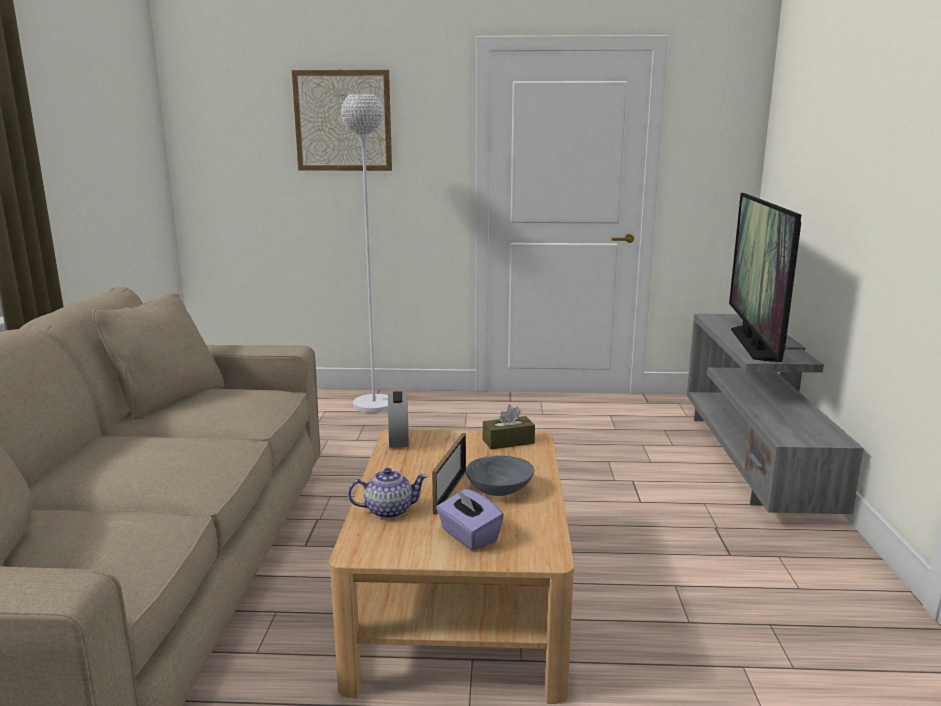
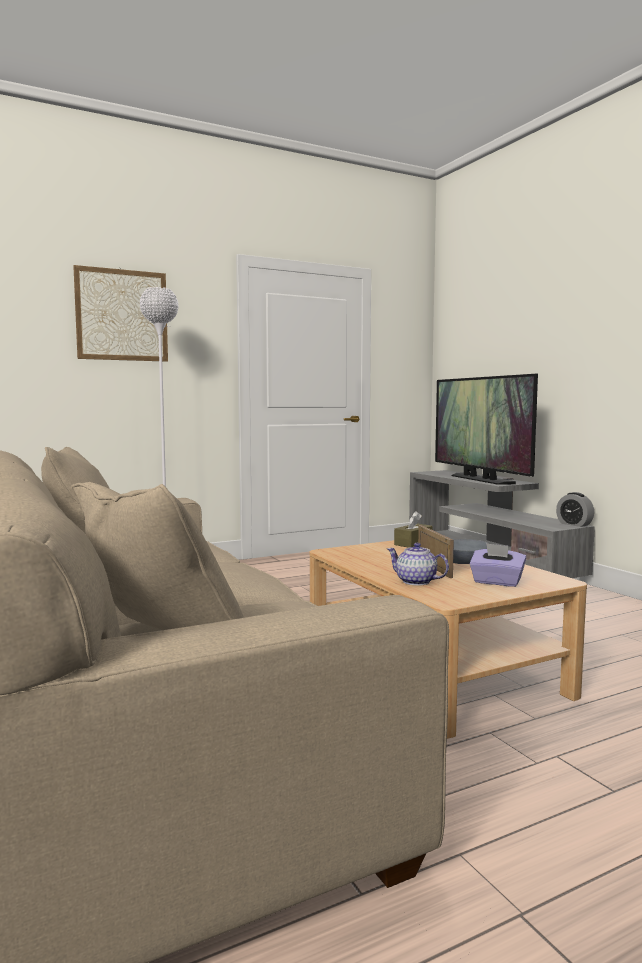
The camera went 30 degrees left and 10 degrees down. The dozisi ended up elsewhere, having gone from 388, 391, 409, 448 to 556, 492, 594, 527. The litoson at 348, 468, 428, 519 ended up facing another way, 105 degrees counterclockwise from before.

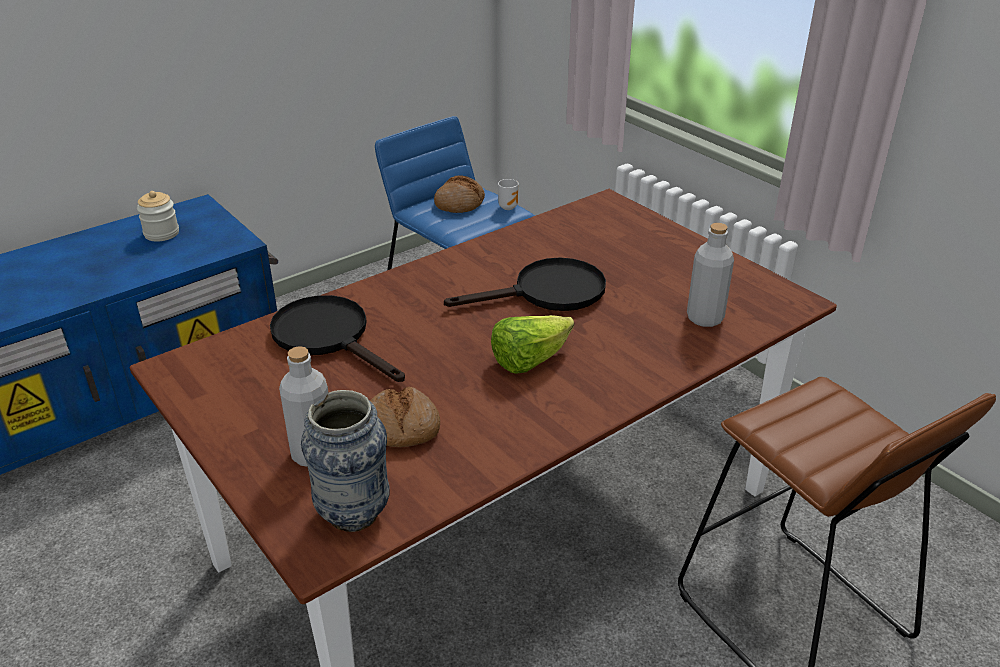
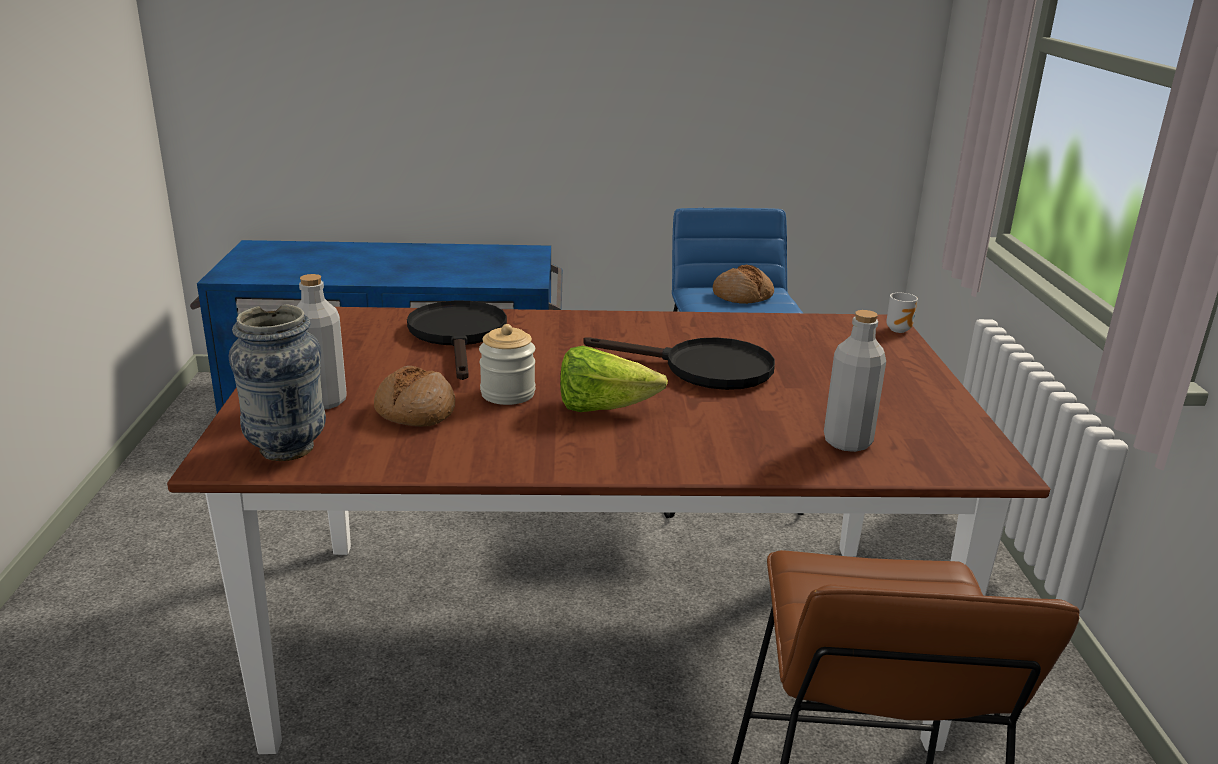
The camera went 35 degrees right and 10 degrees down. The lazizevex ended up elsewhere, having gone from 137, 191, 179, 242 to 479, 324, 535, 405. The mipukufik ended up elsewhere, having gone from 498, 179, 519, 210 to 886, 293, 918, 333.

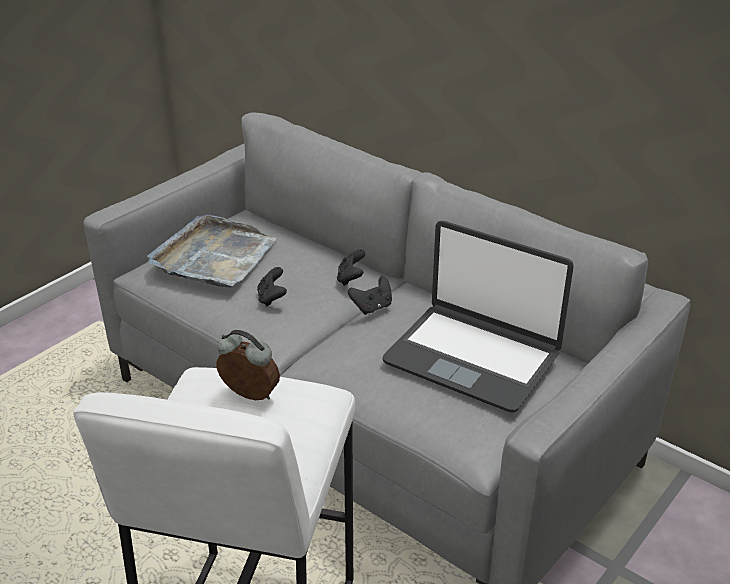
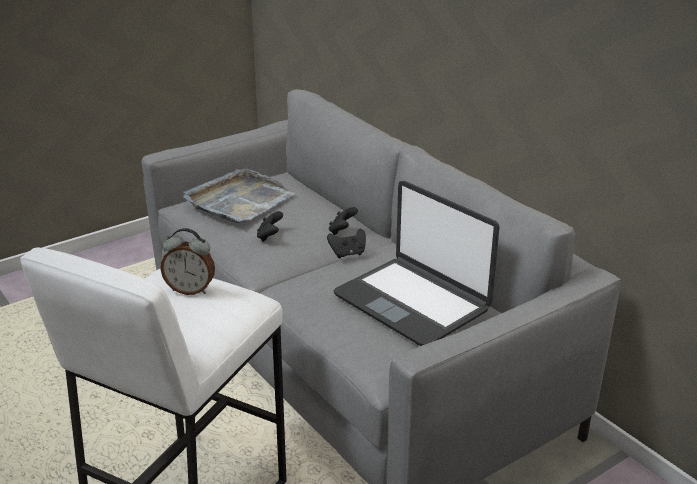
The camera went 15 degrees right and 5 degrees down. The dozisi at 216, 330, 280, 400 ended up facing another way, 150 degrees clockwise from before.

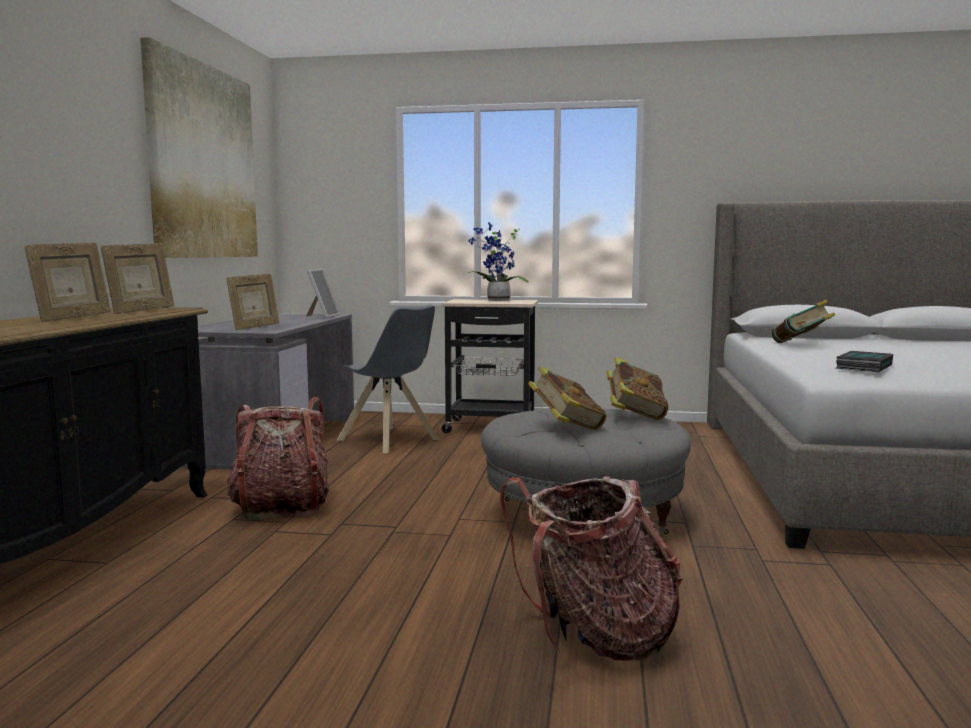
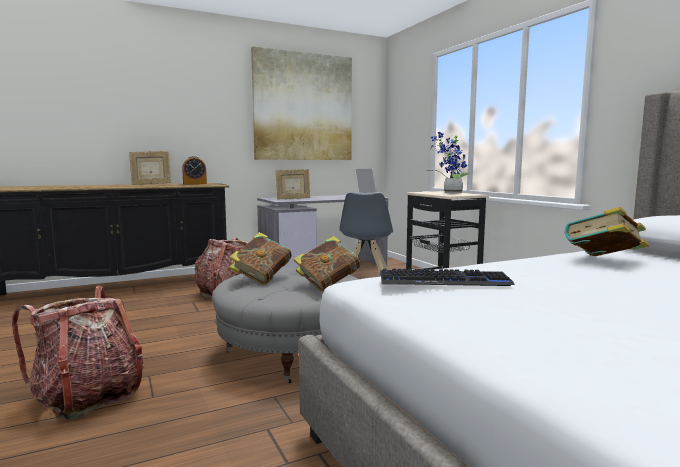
The camera went 55 degrees right and 0 degrees up. Where the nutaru stood at 101, 243, 174, 314, the dozisi came to stand at 182, 156, 207, 185. Where the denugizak stood at 836, 351, 893, 372, the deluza came to stand at 380, 268, 515, 286.

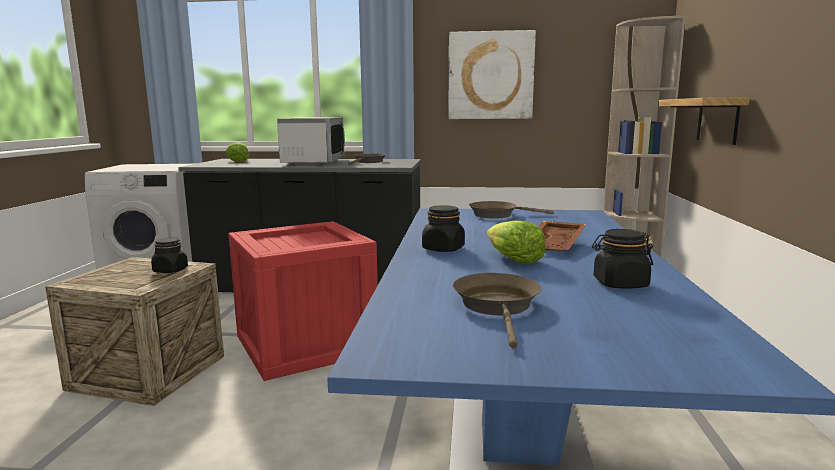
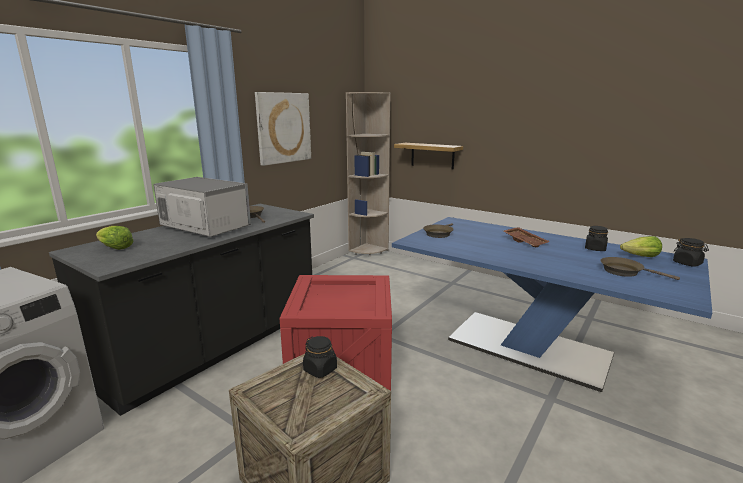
The camera went 60 degrees left and 5 degrees up. The black_lazizevex ended up elsewhere, having gone from 422, 205, 465, 252 to 673, 238, 709, 267. The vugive ended up elsewhere, having gone from 487, 220, 546, 264 to 620, 236, 662, 257.

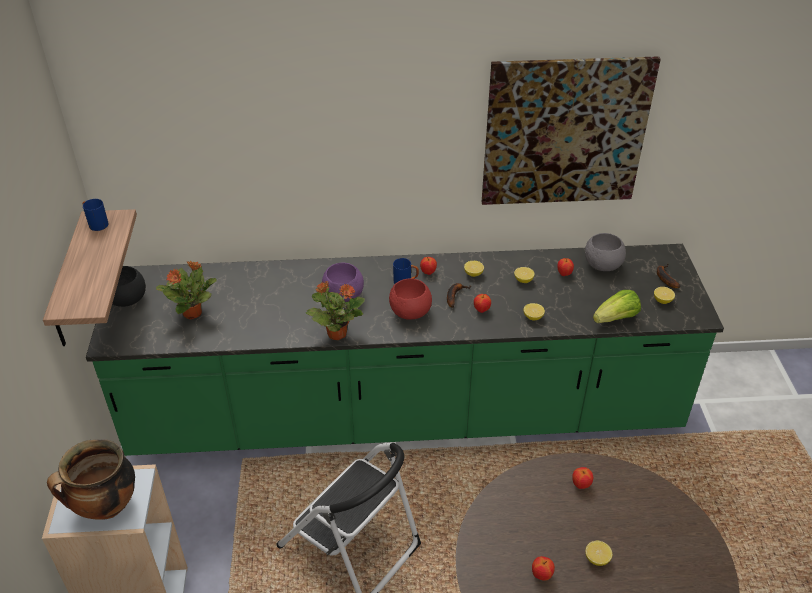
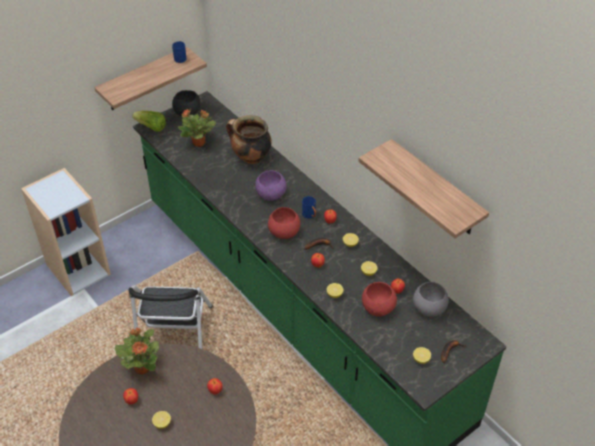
The camera went 55 degrees right and 5 degrees up. The second view gained the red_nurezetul at 362, 282, 397, 317. The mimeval ended up elsewhere, having gone from 47, 439, 135, 520 to 226, 115, 272, 164. The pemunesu ended up elsewhere, having gone from 306, 281, 365, 340 to 115, 328, 159, 375. The vugive ended up elsewhere, having gone from 593, 290, 641, 323 to 132, 111, 166, 132. Where the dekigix hung at 482, 56, 661, 205, the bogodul came to hang at 358, 139, 489, 239.

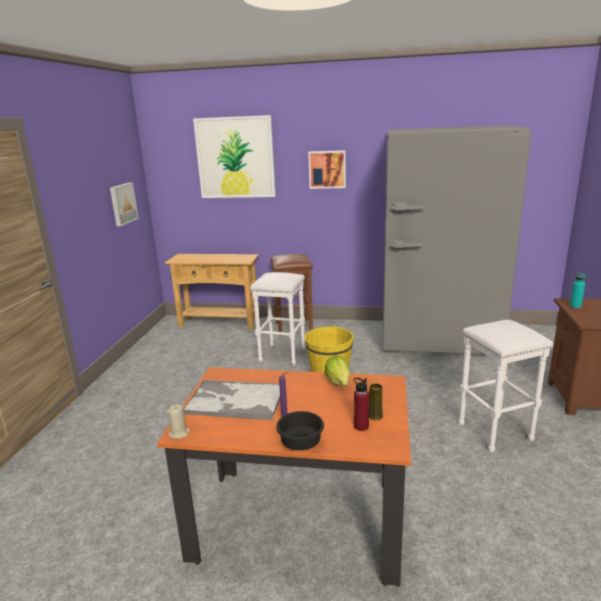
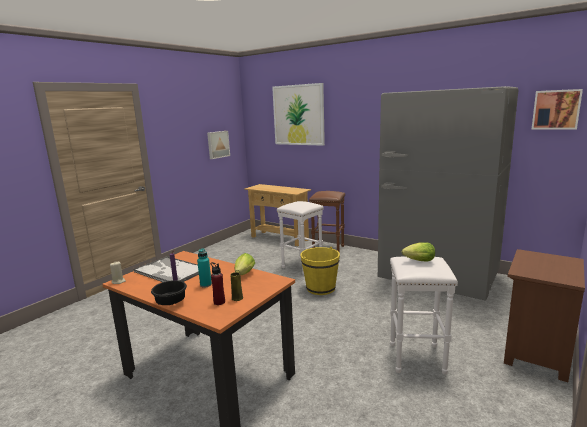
The camera went 25 degrees right and 5 degrees down. The second view gained the vugive at 402, 242, 435, 262. The dekigix ended up elsewhere, having gone from 308, 150, 346, 189 to 532, 89, 583, 130. The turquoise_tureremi ended up elsewhere, having gone from 570, 273, 586, 308 to 197, 248, 212, 287.

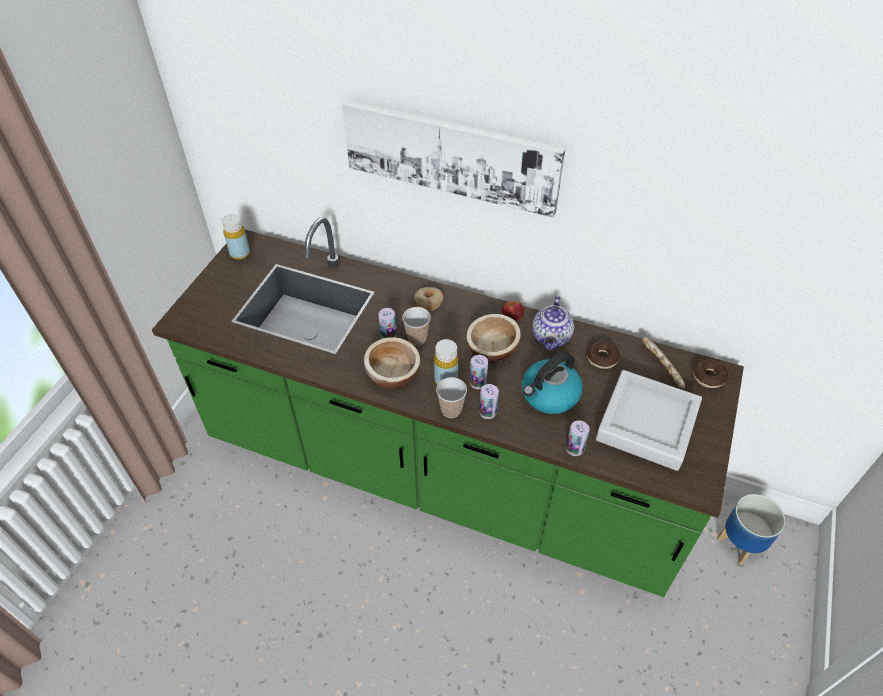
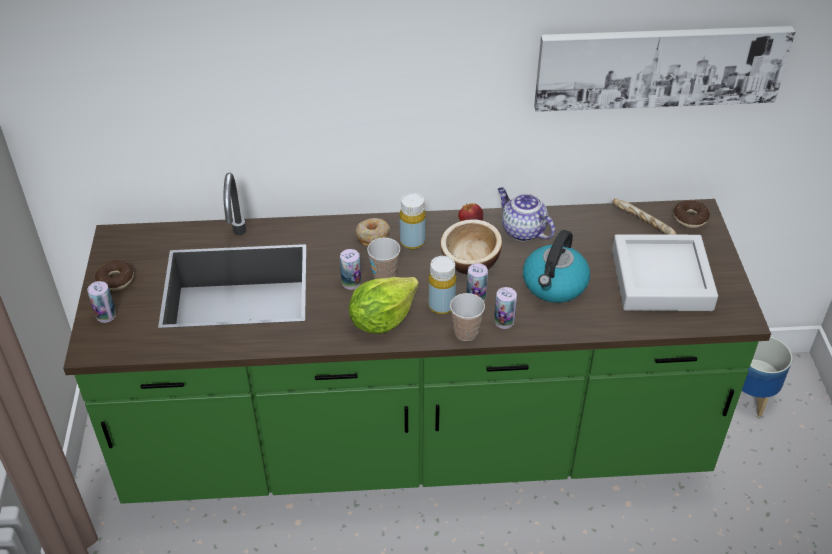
The camera went 25 degrees left and 5 degrees down. The yellow_tureremi ended up elsewhere, having gone from 222, 214, 250, 260 to 399, 193, 426, 249. The dekigix ended up elsewhere, having gone from 342, 100, 566, 218 to 534, 26, 795, 112. The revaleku ended up elsewhere, having gone from 566, 420, 590, 456 to 87, 281, 116, 323. The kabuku ended up elsewhere, having gone from 586, 341, 620, 369 to 95, 260, 134, 291. Where the nurezetul stood at 364, 337, 420, 389, the vugive came to stand at 349, 277, 419, 334. The litoson at 532, 296, 574, 350 ended up facing another way, 150 degrees clockwise from before.

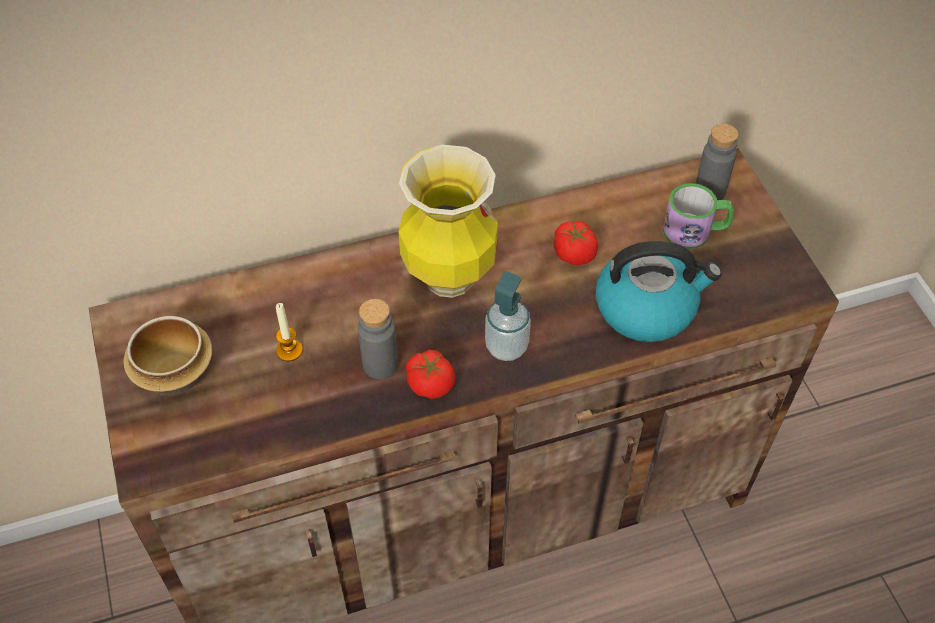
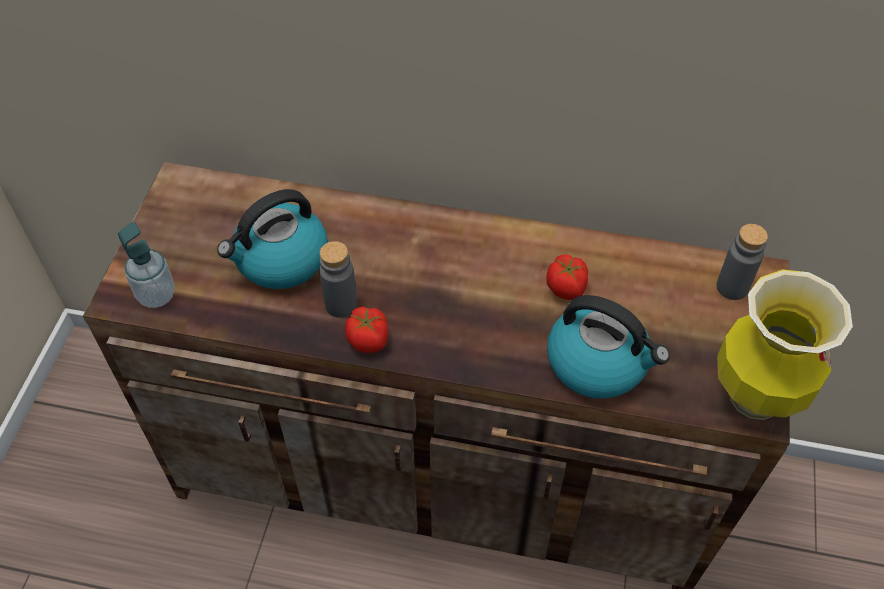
The camera went 30 degrees right and 0 degrees up. The second view lost the nurezetul at 123, 316, 212, 395. The second view lost the mipukufik at 663, 183, 734, 249. The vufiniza ended up elsewhere, having gone from 398, 145, 498, 298 to 717, 269, 853, 420. The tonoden ended up elsewhere, having gone from 485, 271, 531, 361 to 118, 222, 175, 308. Where the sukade stood at 276, 303, 303, 361, the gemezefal came to stand at 217, 189, 328, 289.

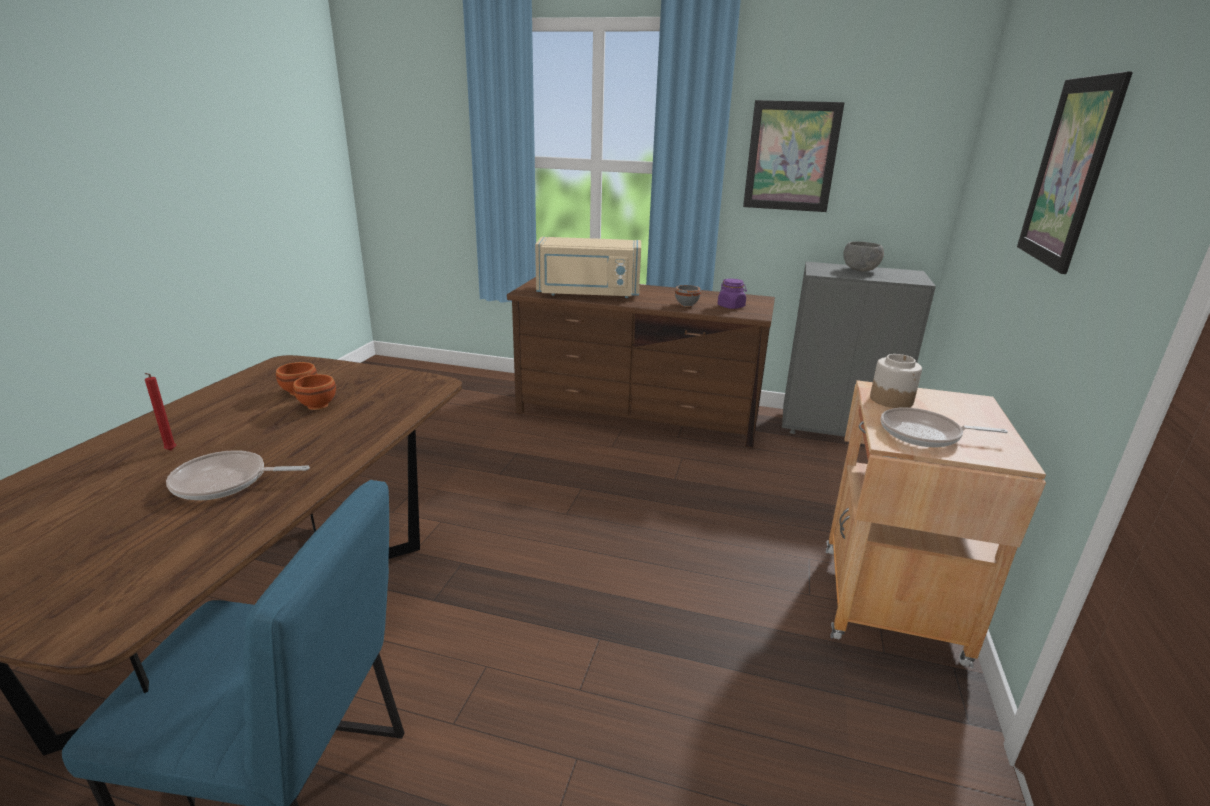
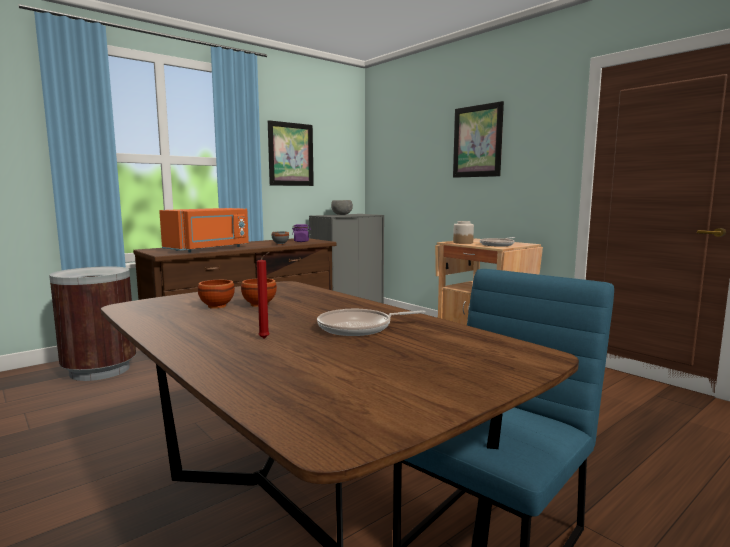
The camera went 55 degrees left and 15 degrees down. The second view gained the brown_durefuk at 49, 266, 136, 381. What was the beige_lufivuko at 535, 237, 641, 298 turned into the orange_lufivuko at 159, 208, 249, 252. The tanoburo at 166, 450, 310, 500 ended up facing another way, 45 degrees clockwise from before.

